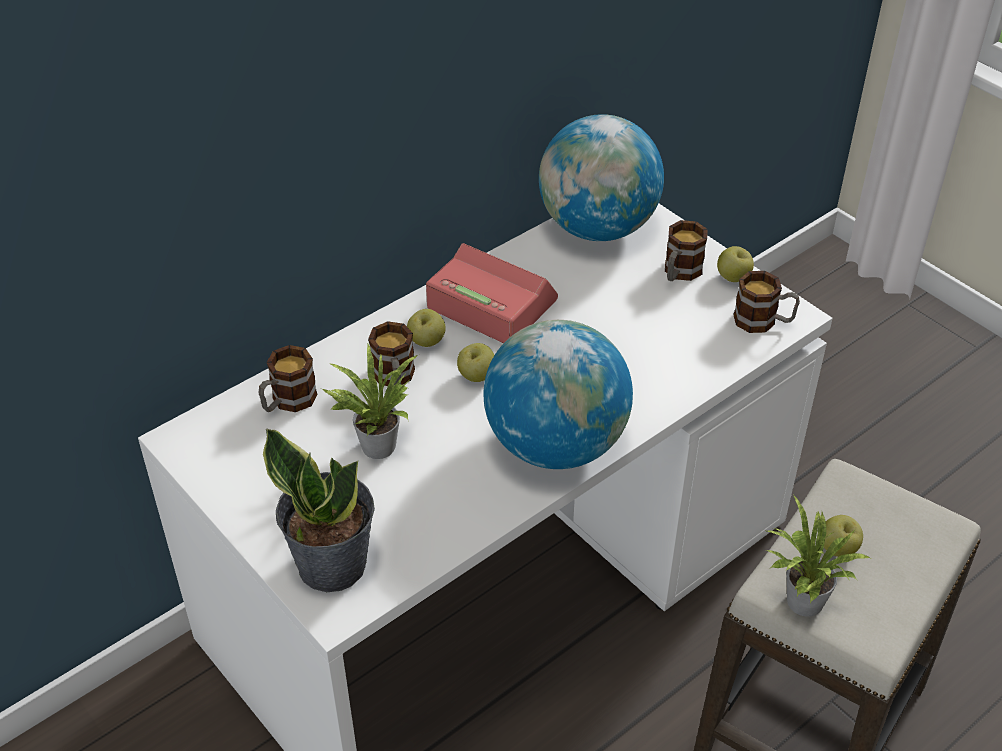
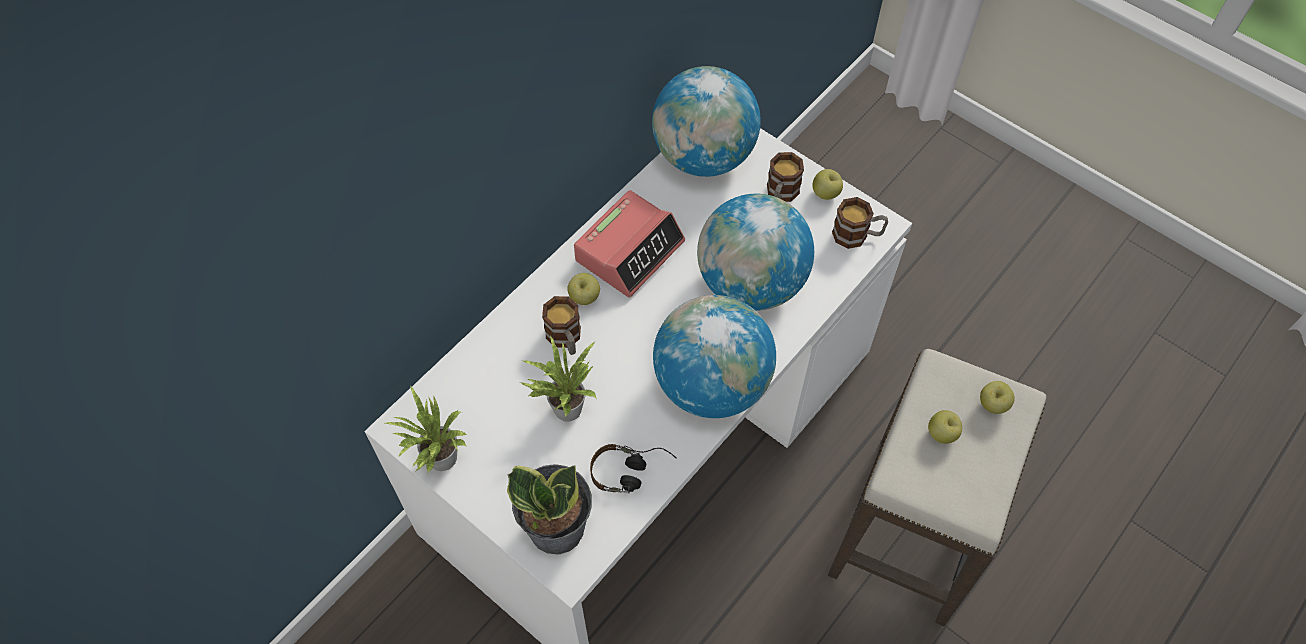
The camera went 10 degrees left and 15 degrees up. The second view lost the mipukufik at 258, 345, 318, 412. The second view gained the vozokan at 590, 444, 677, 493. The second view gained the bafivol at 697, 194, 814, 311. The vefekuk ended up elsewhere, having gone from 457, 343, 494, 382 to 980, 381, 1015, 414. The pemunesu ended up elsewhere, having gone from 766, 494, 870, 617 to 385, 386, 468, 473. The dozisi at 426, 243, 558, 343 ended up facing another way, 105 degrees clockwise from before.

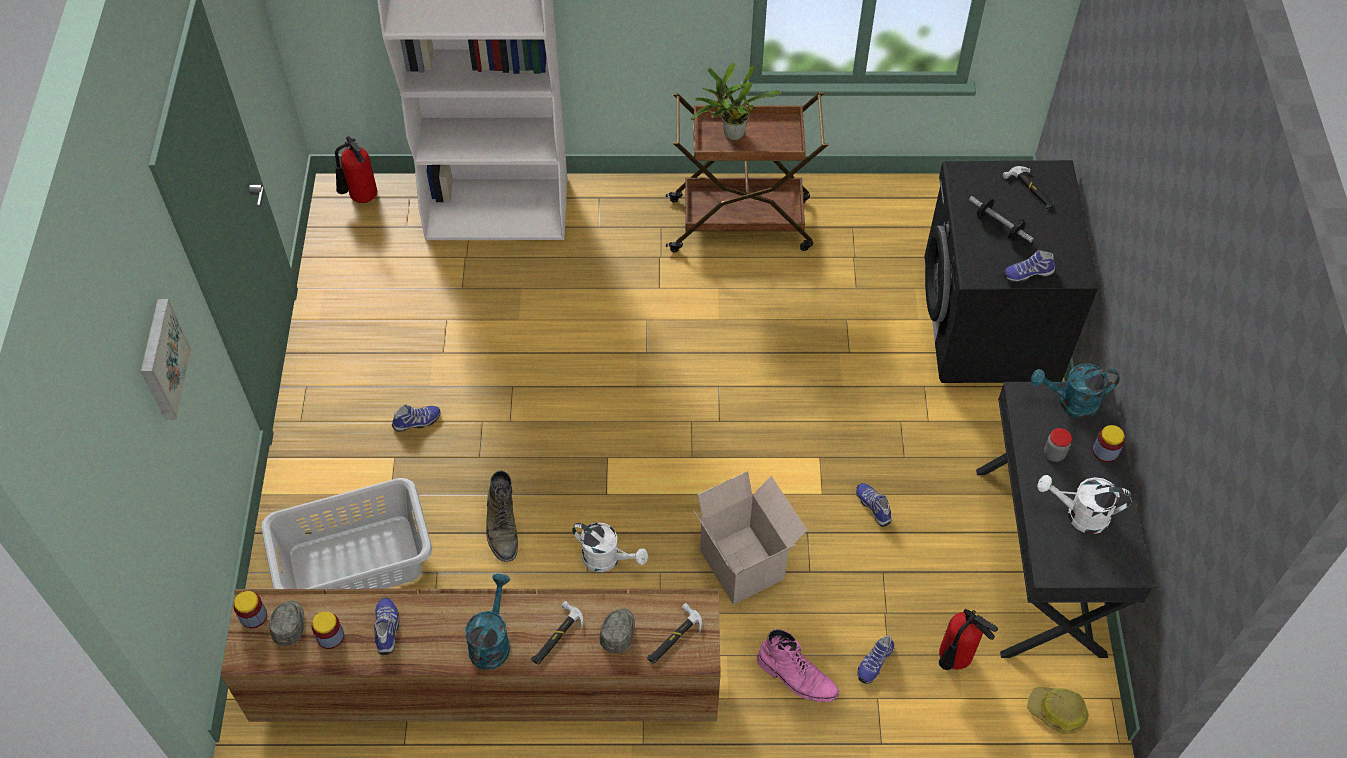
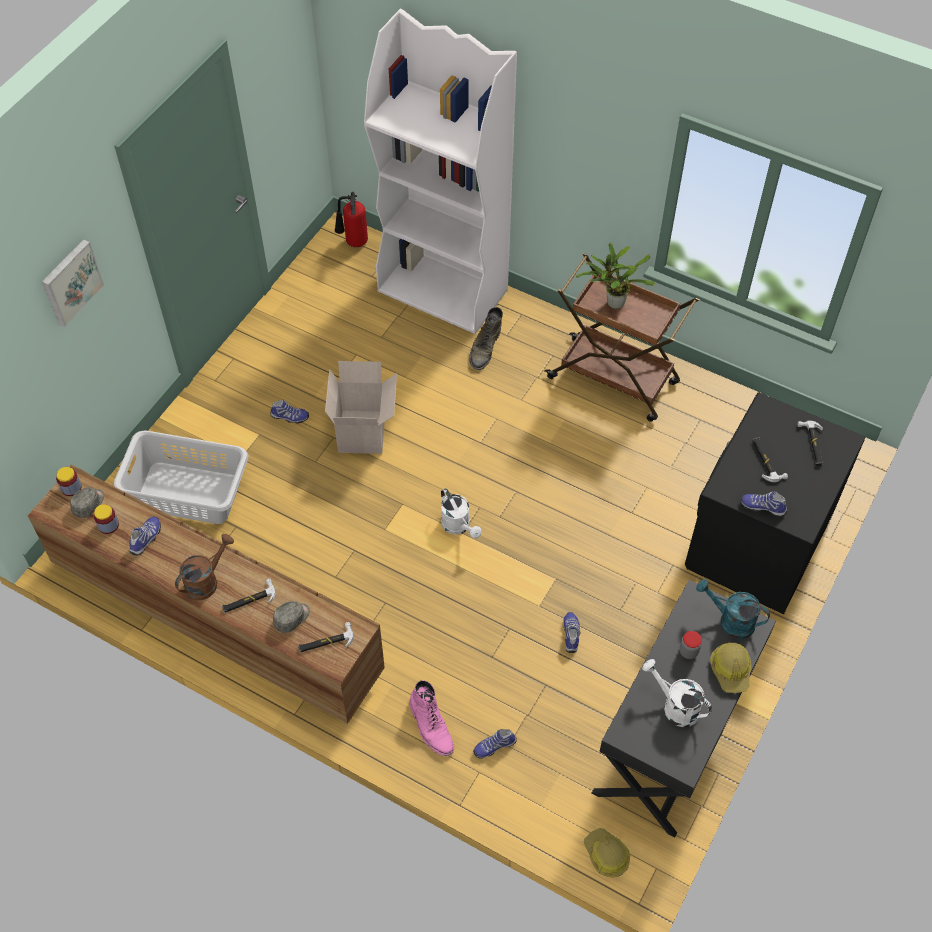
The camera went 30 degrees right and 0 degrees up. The second view lost the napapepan at 939, 609, 998, 670. The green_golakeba ended up elsewhere, having gone from 486, 470, 518, 562 to 469, 307, 503, 370. The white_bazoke ended up elsewhere, having gone from 572, 522, 648, 572 to 441, 488, 482, 538. The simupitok ended up elsewhere, having gone from 694, 471, 808, 604 to 325, 361, 397, 454. Where the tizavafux stood at 969, 196, 1034, 243, the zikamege came to stand at 753, 437, 788, 482. Where the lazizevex stood at 1093, 425, 1125, 462, the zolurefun came to stand at 710, 643, 751, 693. What was the turquoise_bazoke at 465, 574, 510, 670 turned into the brown_bazoke at 175, 534, 234, 600.

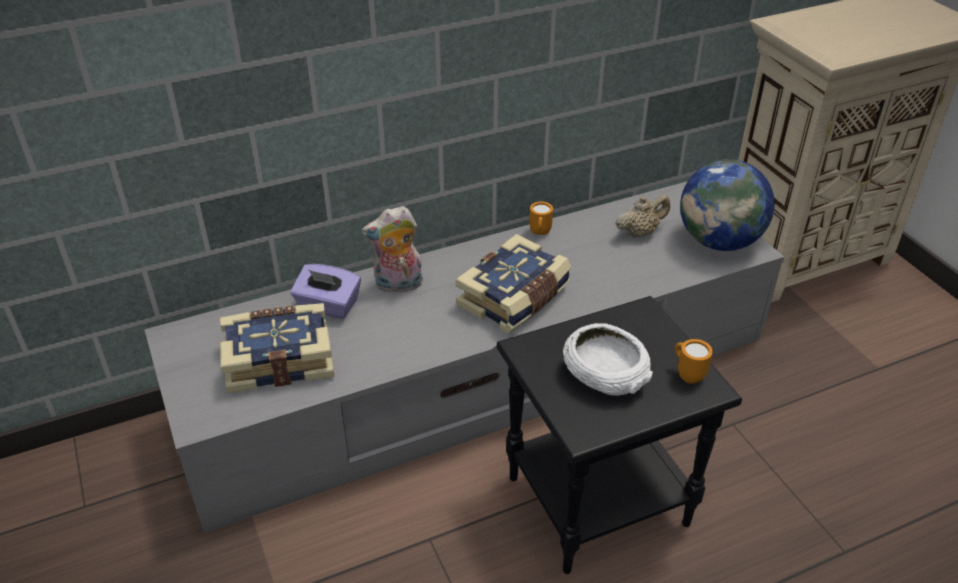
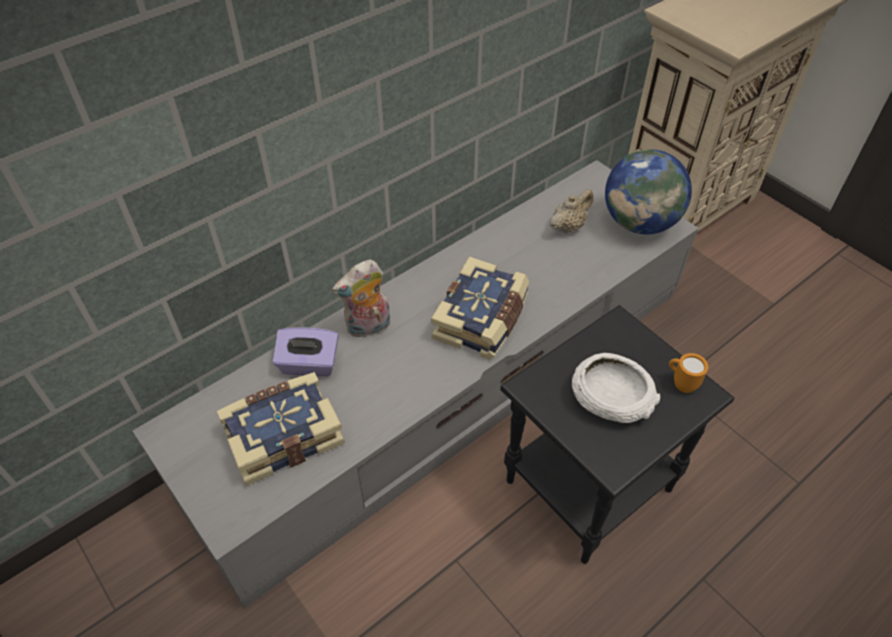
The camera went 15 degrees left and 10 degrees up. The second view lost the orange_mipukufik at 529, 201, 553, 235.

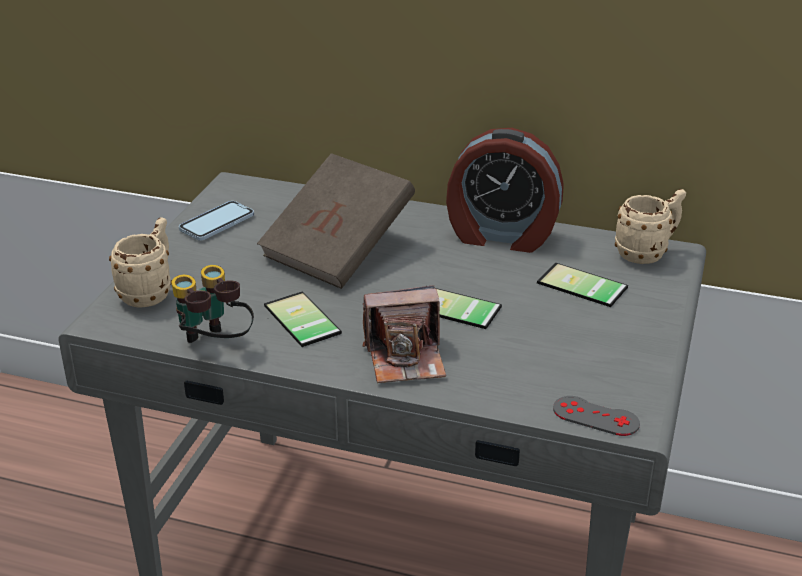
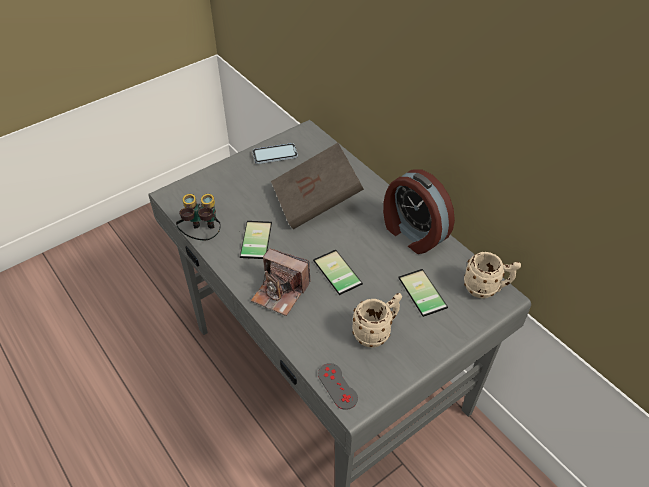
The camera went 35 degrees right and 15 degrees up. The beige_mipukufik ended up elsewhere, having gone from 109, 217, 172, 308 to 352, 293, 402, 347.

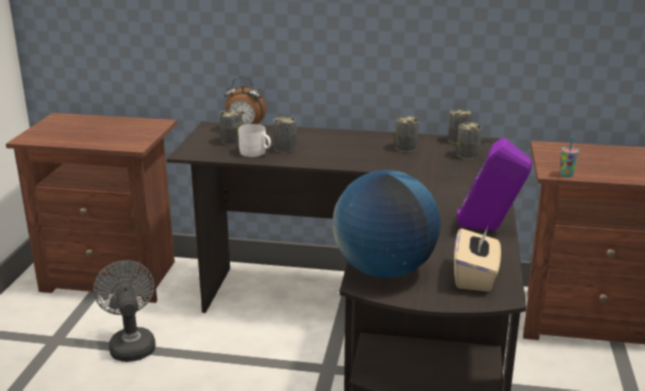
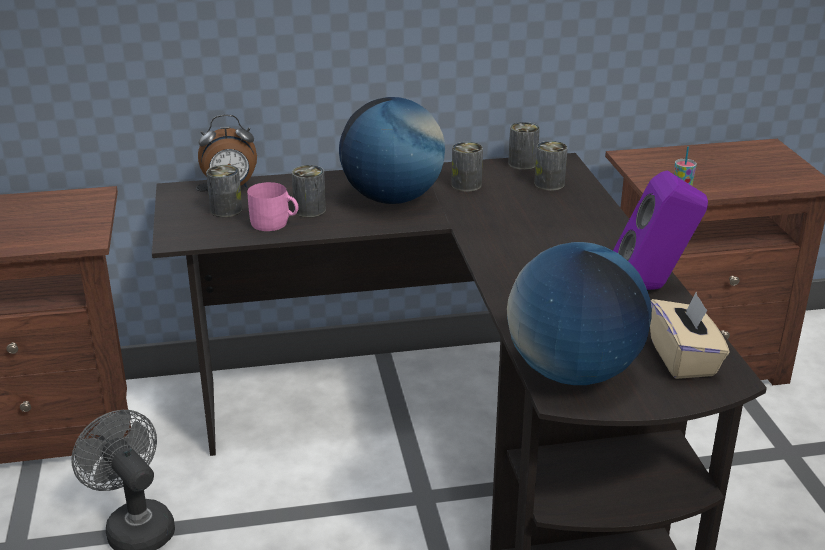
The camera went 20 degrees left and 5 degrees up. The second view gained the bafivol at 339, 97, 445, 204. What was the white_mipukufik at 238, 124, 271, 157 turned into the pink_mipukufik at 247, 182, 299, 231.

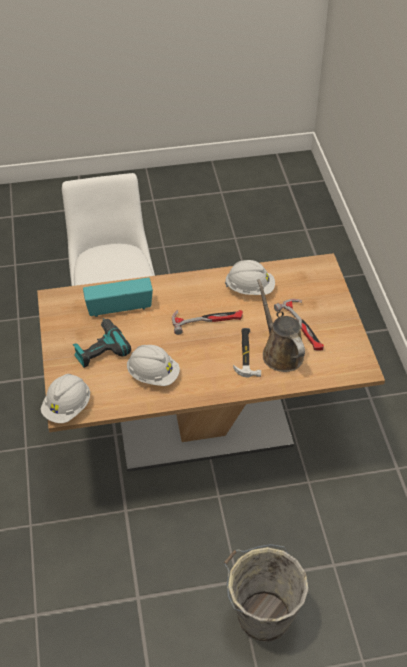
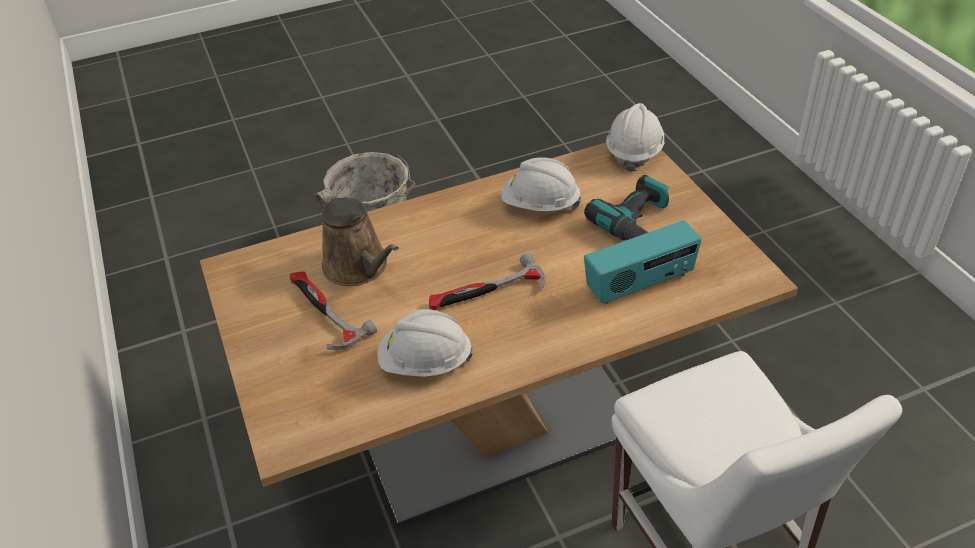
The camera went 170 degrees right and 5 degrees down. The second view lost the zikamege at 233, 328, 261, 378.

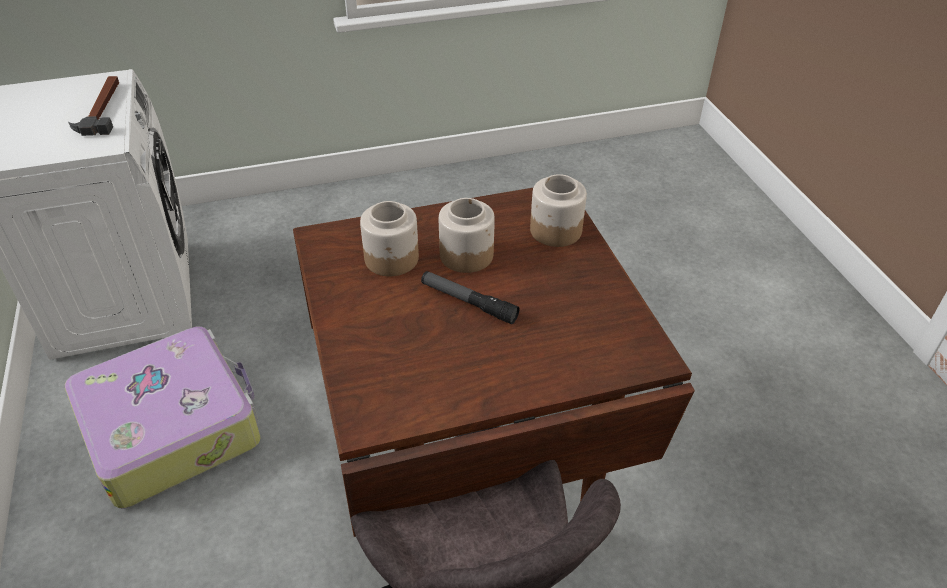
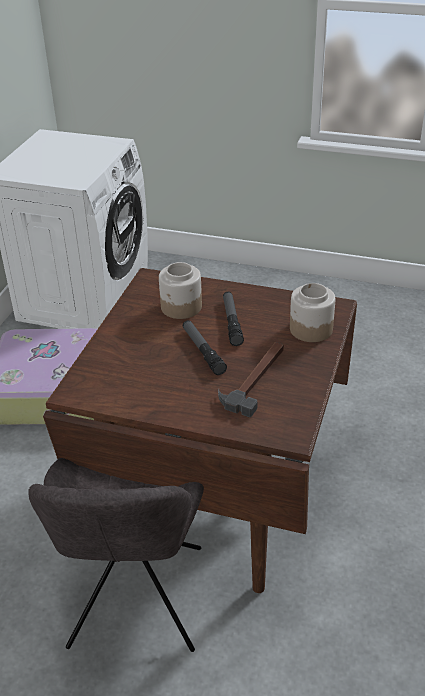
The camera went 35 degrees right and 5 degrees down. The zikamege ended up elsewhere, having gone from 68, 76, 119, 136 to 218, 342, 284, 418. Where the lazizevex stood at 439, 198, 495, 273, the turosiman came to stand at 223, 292, 244, 346.

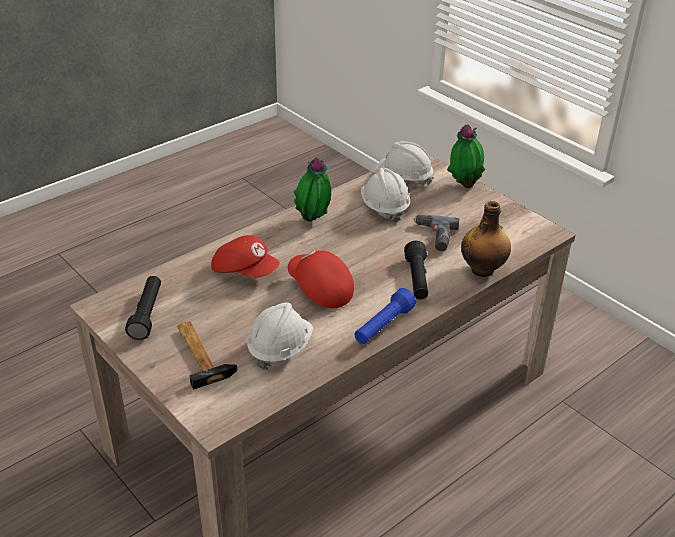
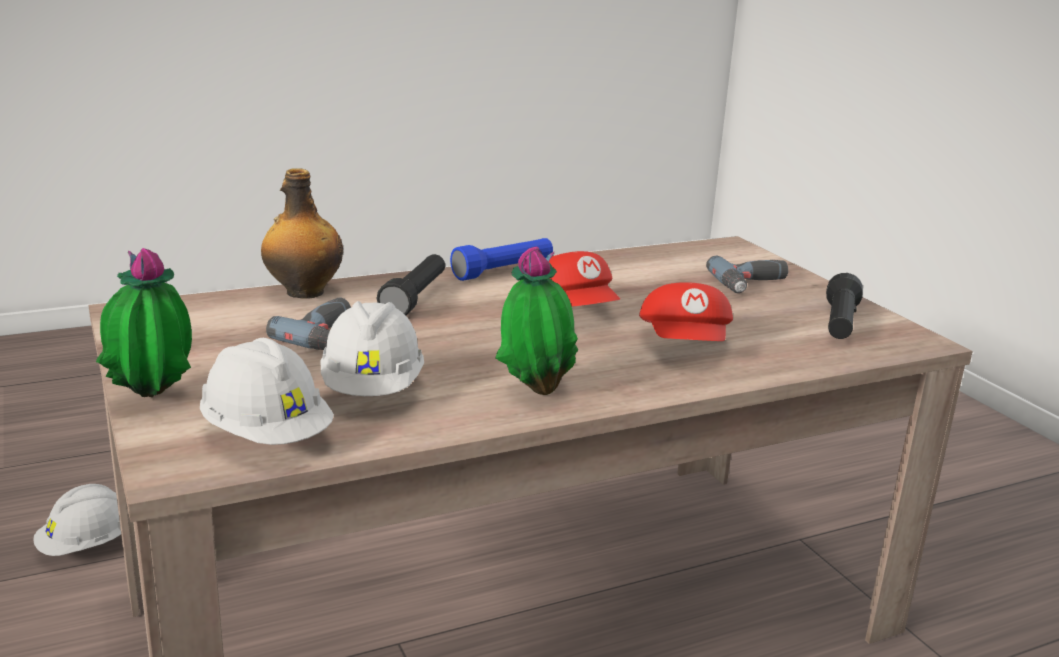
The camera went 165 degrees left and 15 degrees down. The white_zolurefun ended up elsewhere, having gone from 247, 302, 314, 370 to 33, 484, 121, 556. Where the zikamege stood at 177, 322, 237, 390, the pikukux came to stand at 706, 256, 788, 293. The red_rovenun at 211, 235, 280, 278 ended up facing another way, 135 degrees counterclockwise from before.

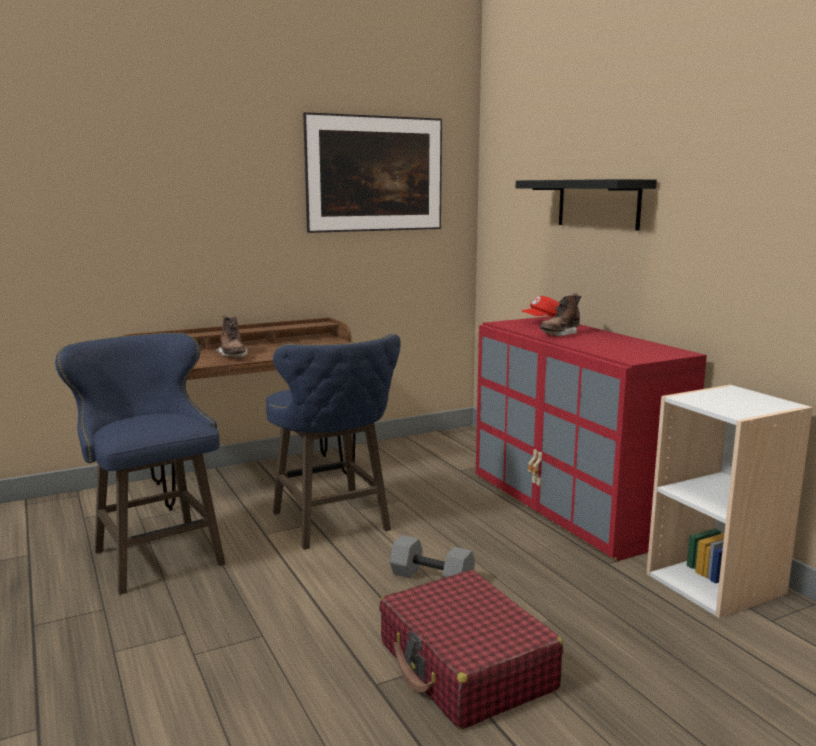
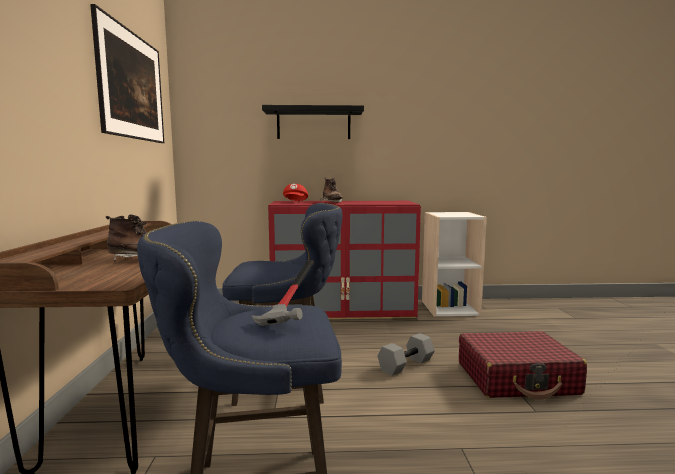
The camera went 65 degrees left and 5 degrees down. The second view gained the zikamege at 252, 260, 314, 326.

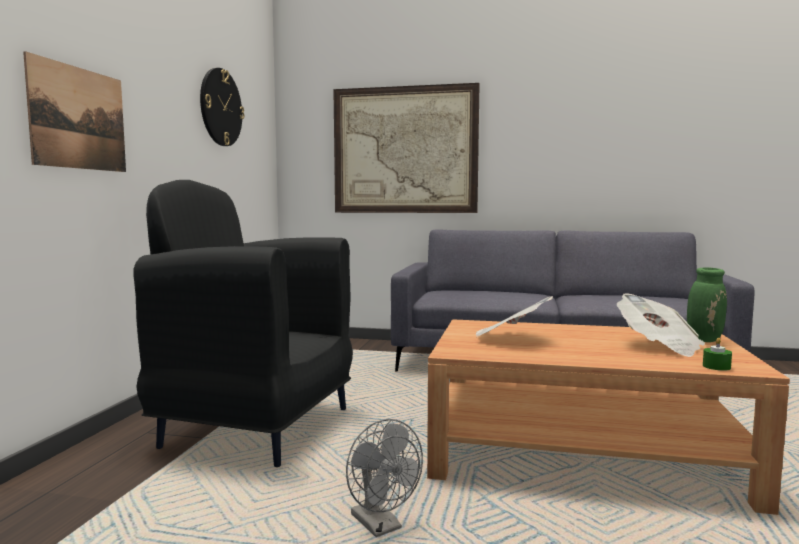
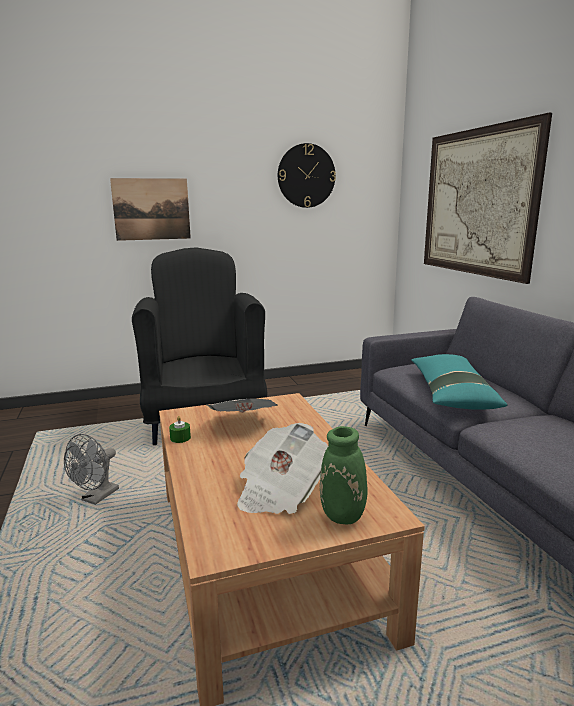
The camera went 60 degrees right and 10 degrees up. The second view gained the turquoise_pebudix at 411, 354, 508, 409. The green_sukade ended up elsewhere, having gone from 703, 338, 732, 371 to 169, 416, 191, 443.

